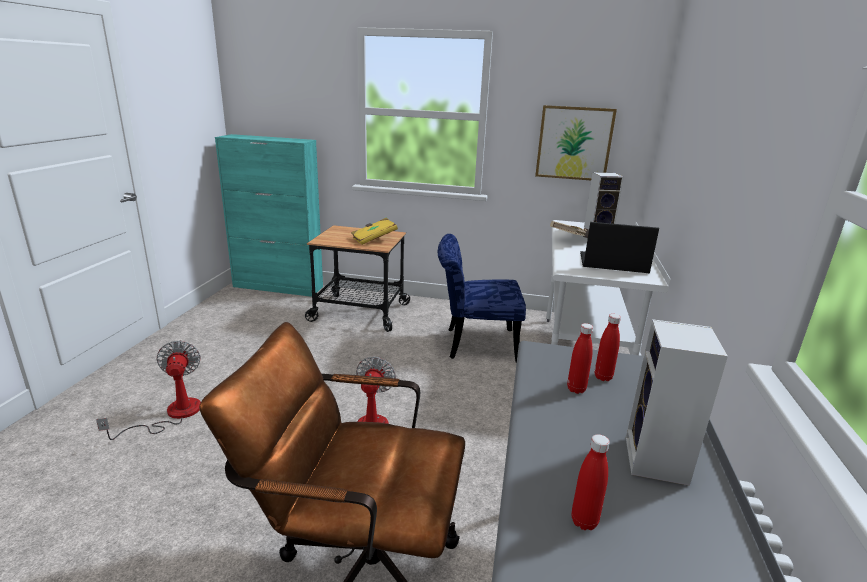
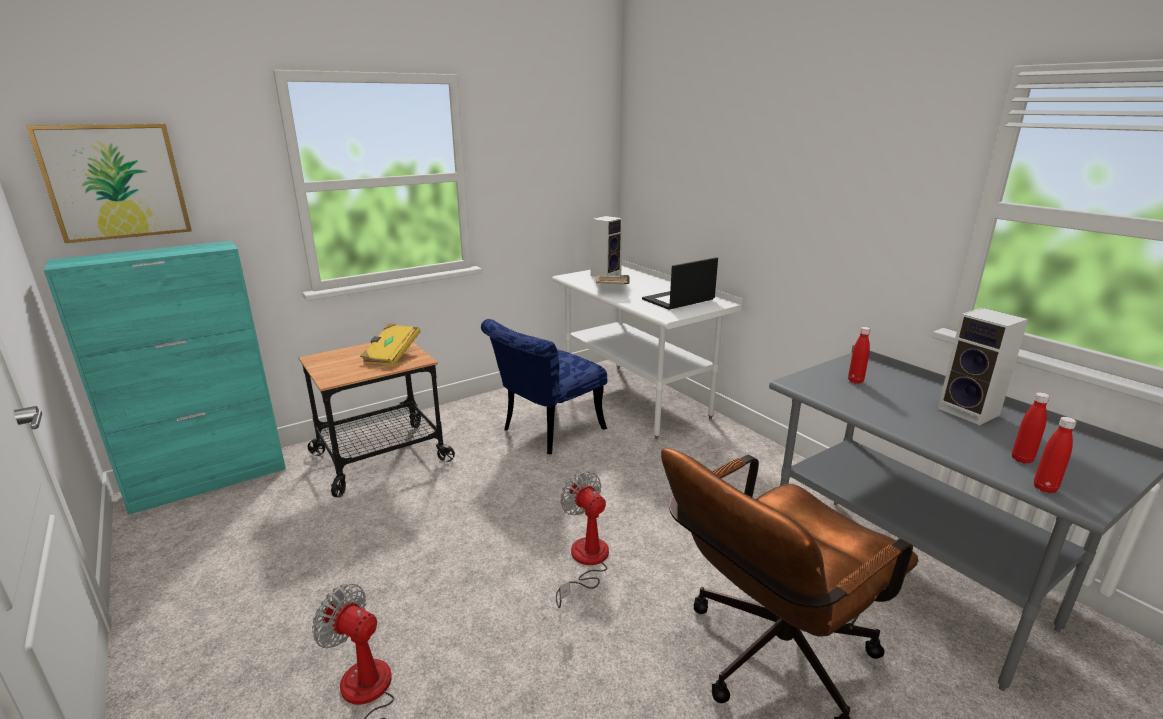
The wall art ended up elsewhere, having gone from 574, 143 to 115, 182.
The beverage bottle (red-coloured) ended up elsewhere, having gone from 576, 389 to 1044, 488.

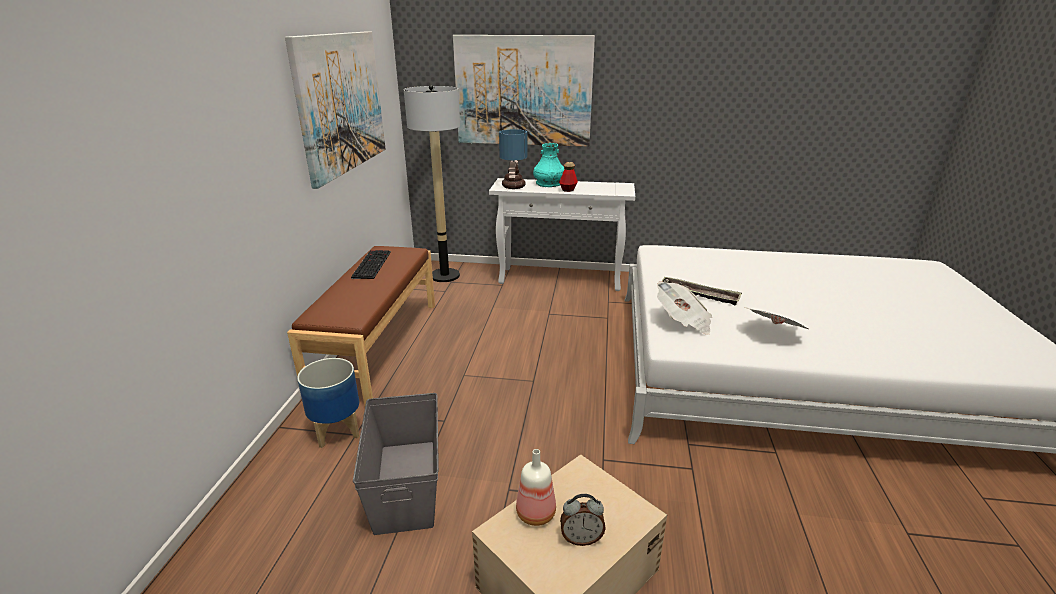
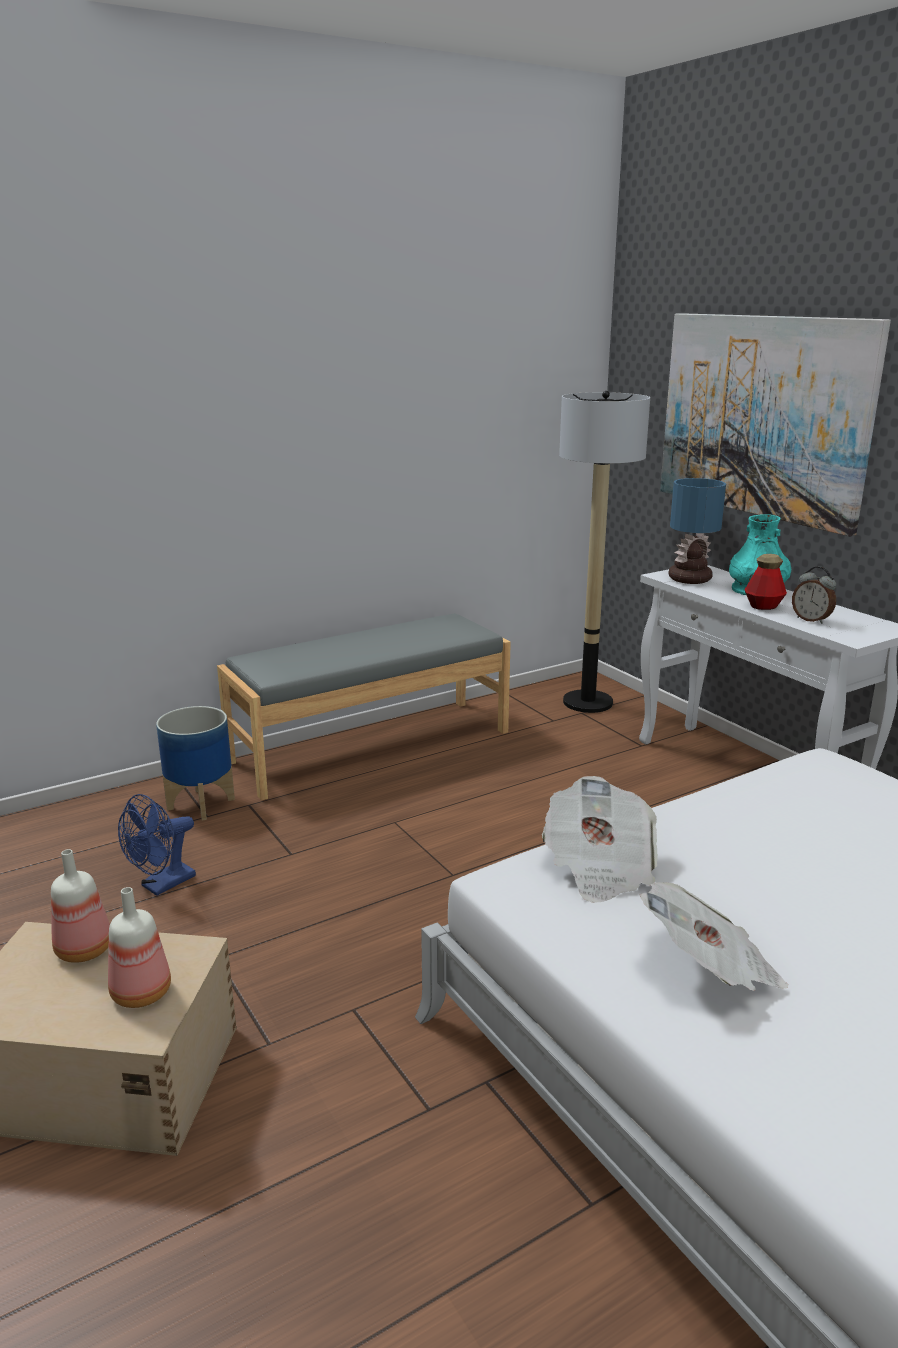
The second view lost the wall art at 341, 103.
What was the bench (brownish) at 377, 347 turned into the bench (greyish) at 370, 745.
The second view lost the PC keyboard at 371, 264.
The second view lost the serving tray at 699, 294.
Where the storage box (greyish) stood at 406, 483, the electric fan (bluish) came to stand at 162, 885.
The bedside clock ended up elsewhere, having gone from 581, 538 to 811, 620.
The second view gained the beverage bottle at 142, 994.

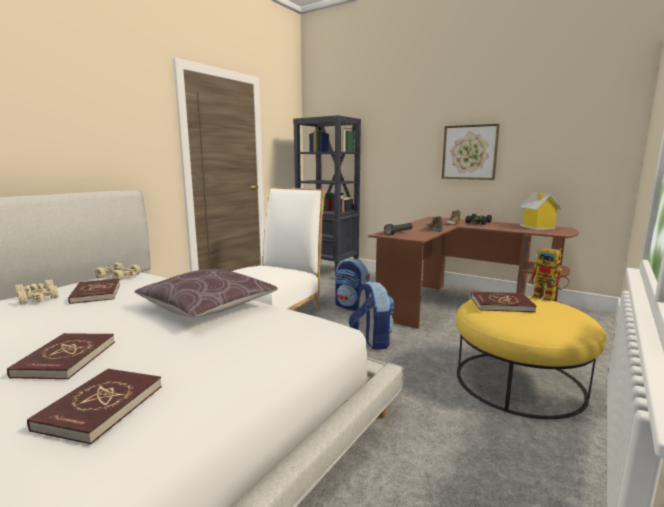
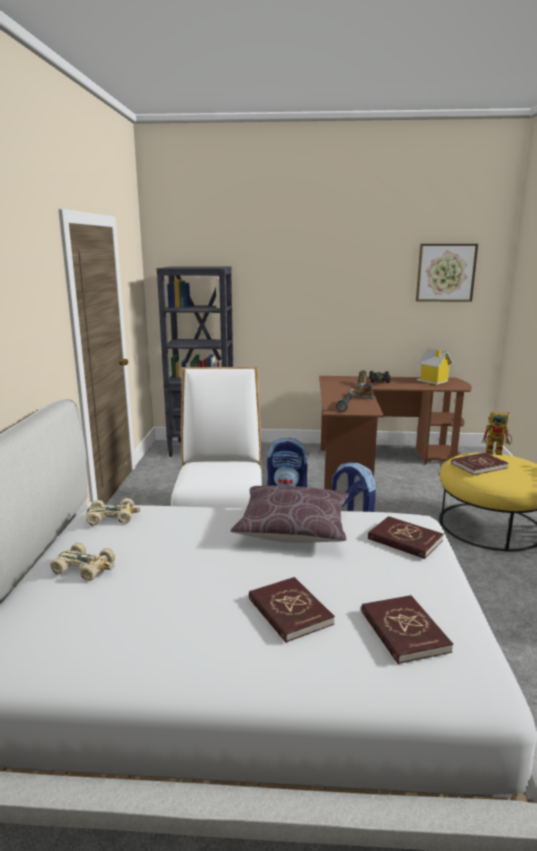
The wall art ended up elsewhere, having gone from 469, 152 to 445, 272.
The volume (red-coloured) ended up elsewhere, having gone from 96, 293 to 405, 540.

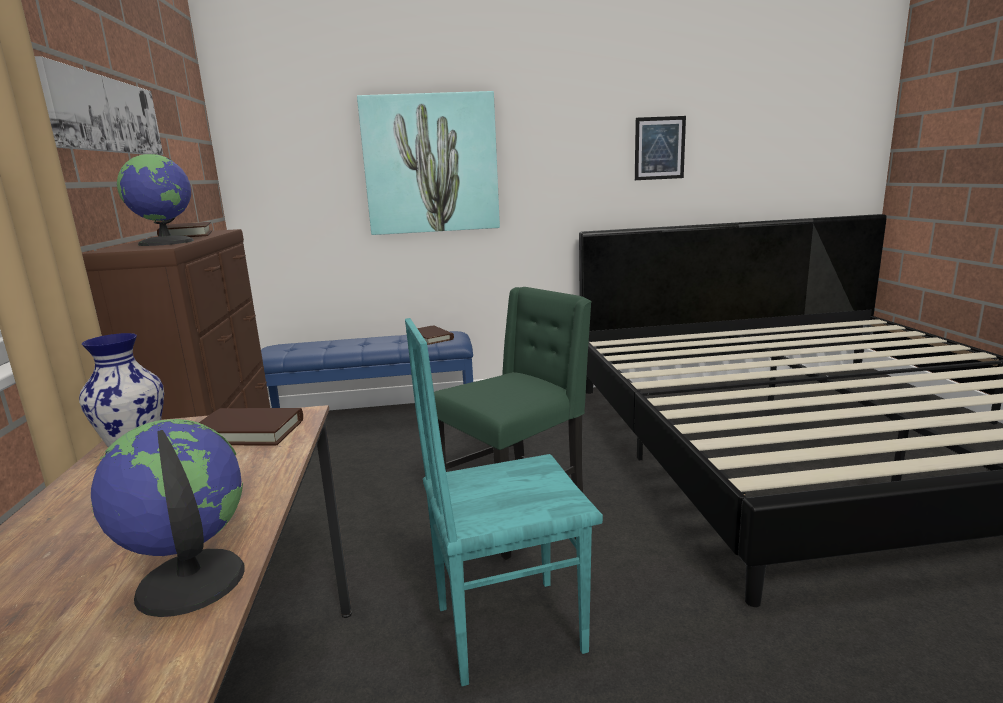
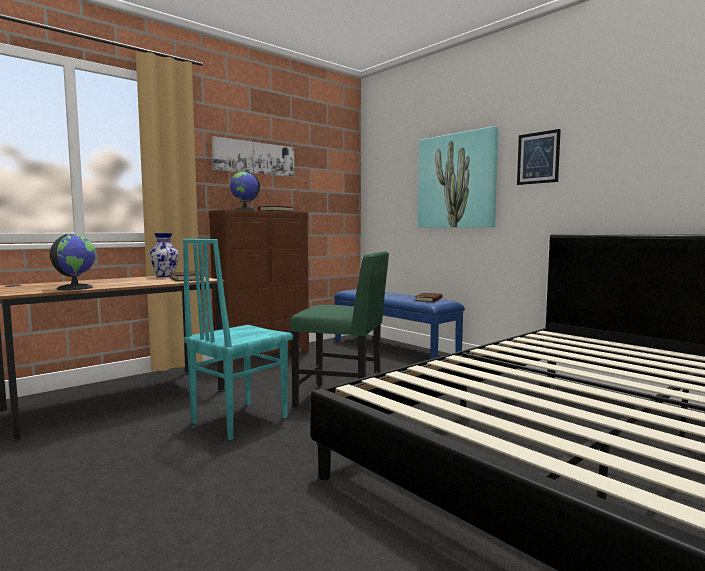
The wall art ended up elsewhere, having gone from 659, 148 to 538, 158.
The chair (turquoise) at 507, 627 ended up facing another way, 90 degrees counterclockwise from before.

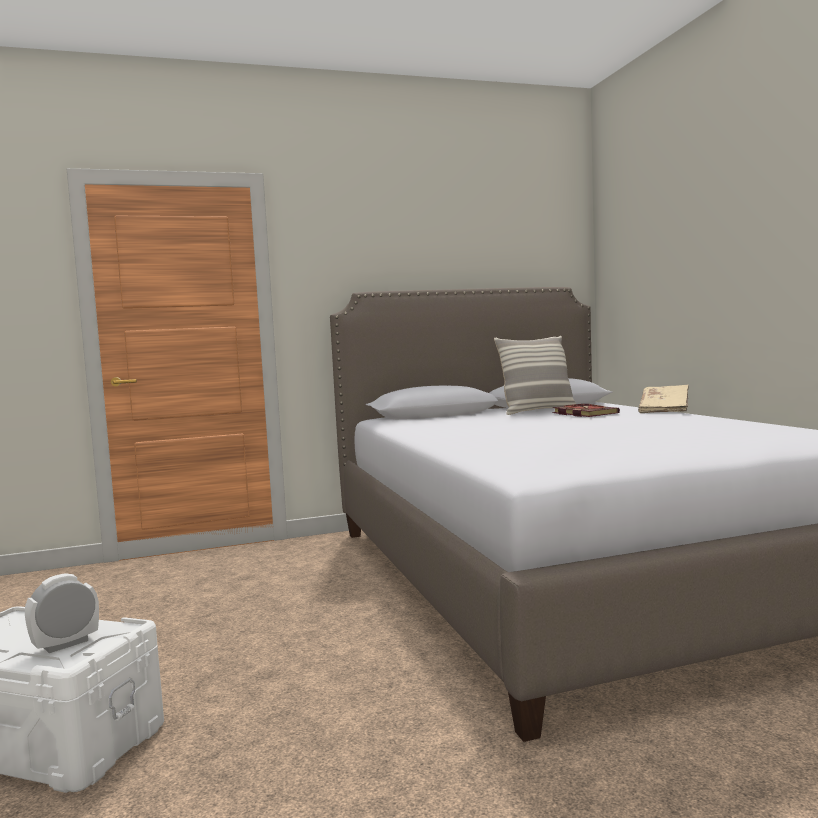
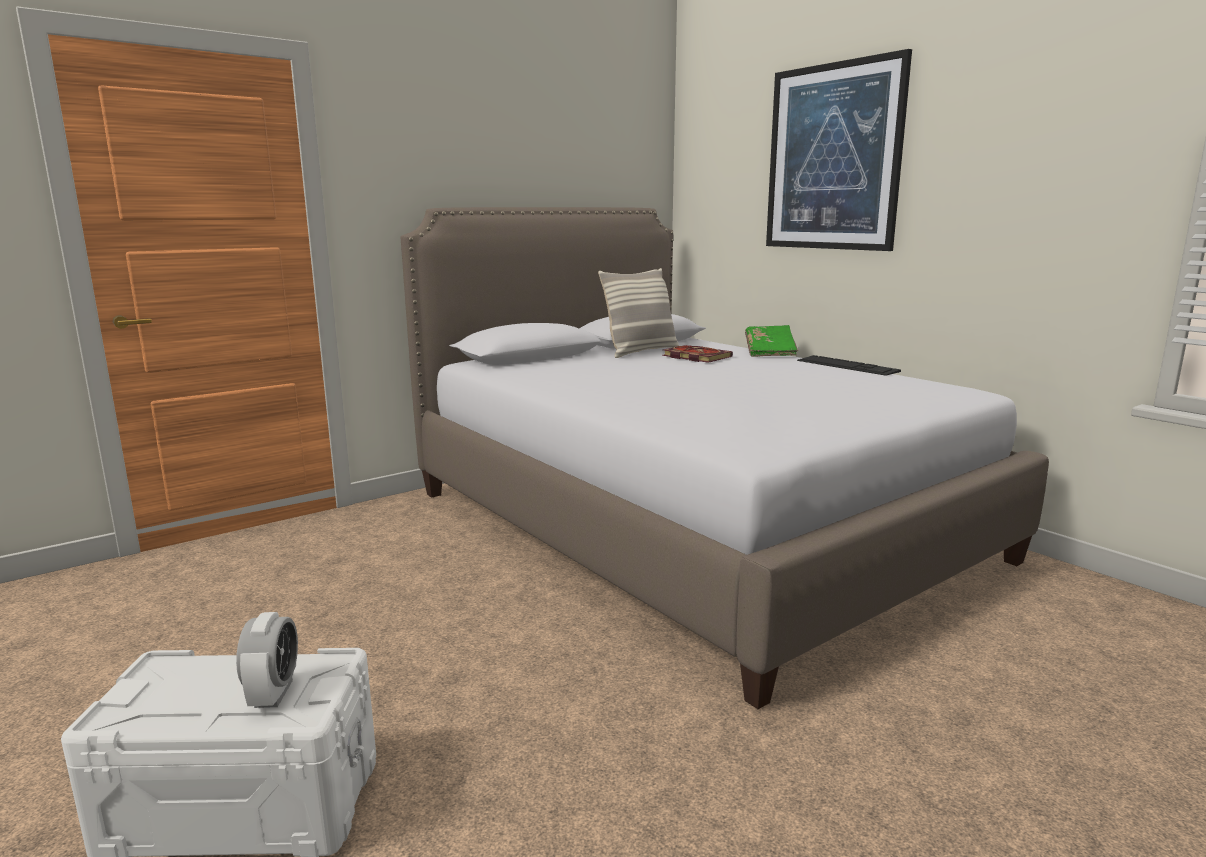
What was the volume (sand-coloured) at 664, 410 turned into the volume (greenish) at 770, 352.
The bedside clock at 66, 644 ended up facing another way, 150 degrees clockwise from before.
The second view gained the wall art at 833, 158.
The second view gained the PC keyboard at 847, 366.

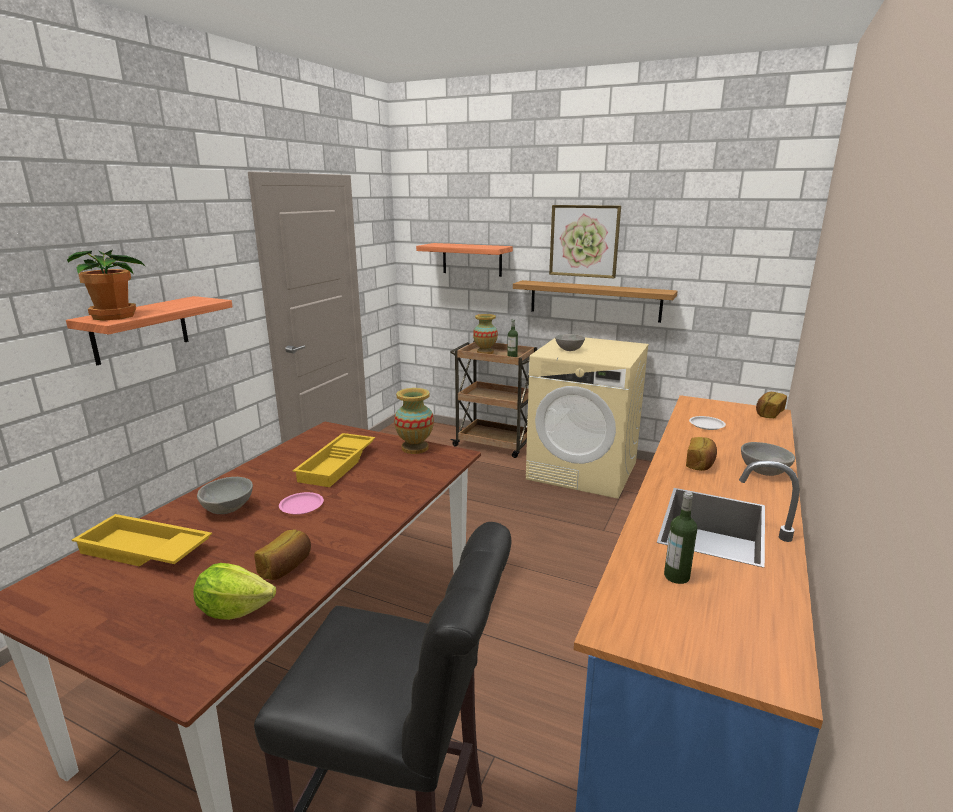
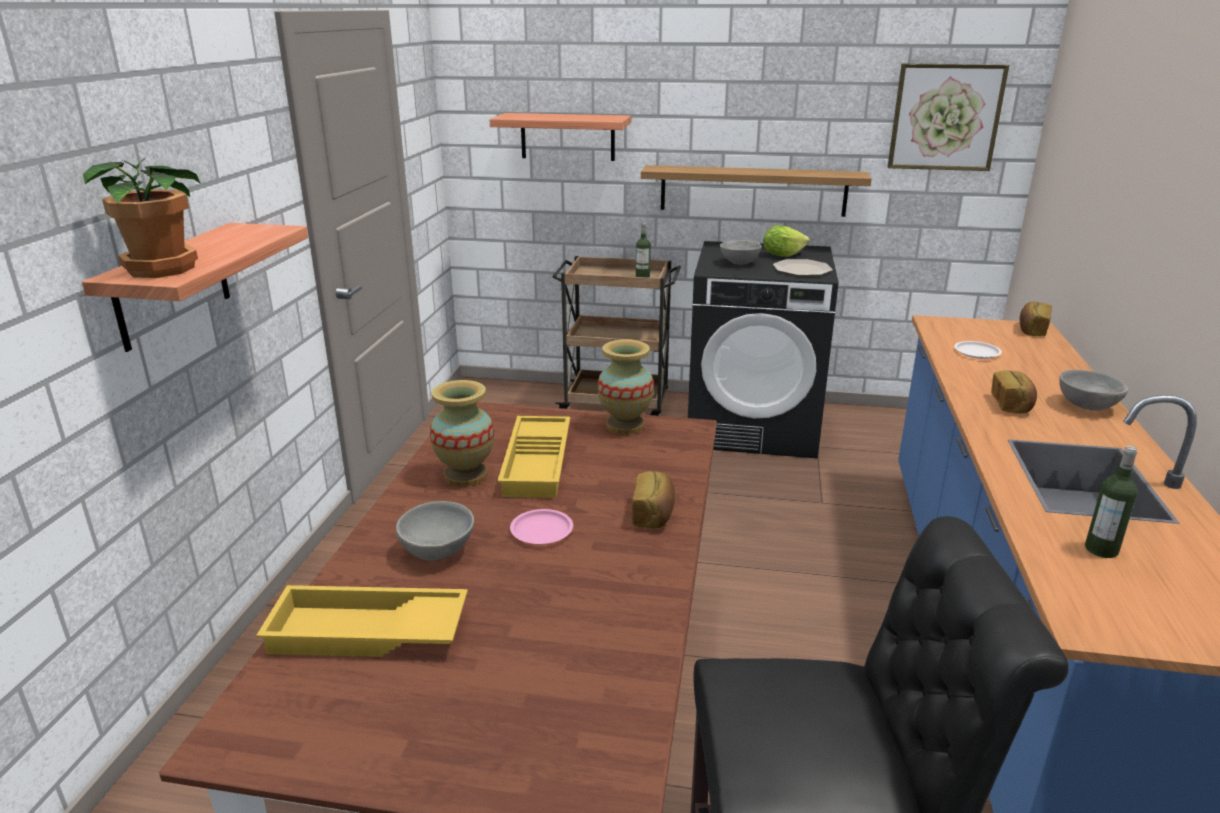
The wall art ended up elsewhere, having gone from 584, 241 to 945, 117.
The decorative vase ended up elsewhere, having gone from 485, 352 to 465, 475.
What was the laundry appliance (sand-coloured) at 583, 470 turned into the laundry appliance (blackish) at 753, 426.
The bakery bread ended up elsewhere, having gone from 286, 567 to 653, 514.
The head of lettuce ended up elsewhere, having gone from 234, 609 to 782, 255.
The second view gained the plate at 802, 269.

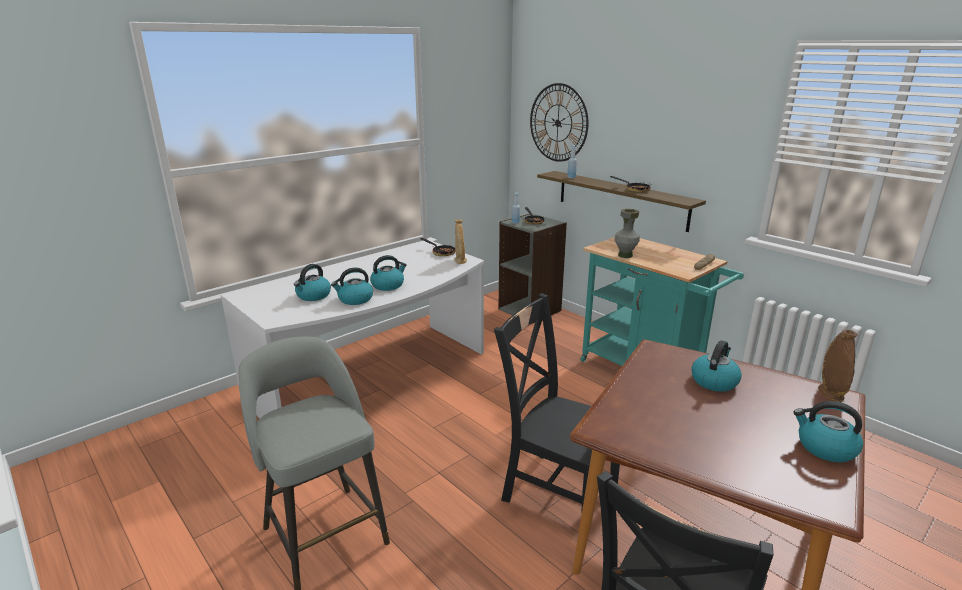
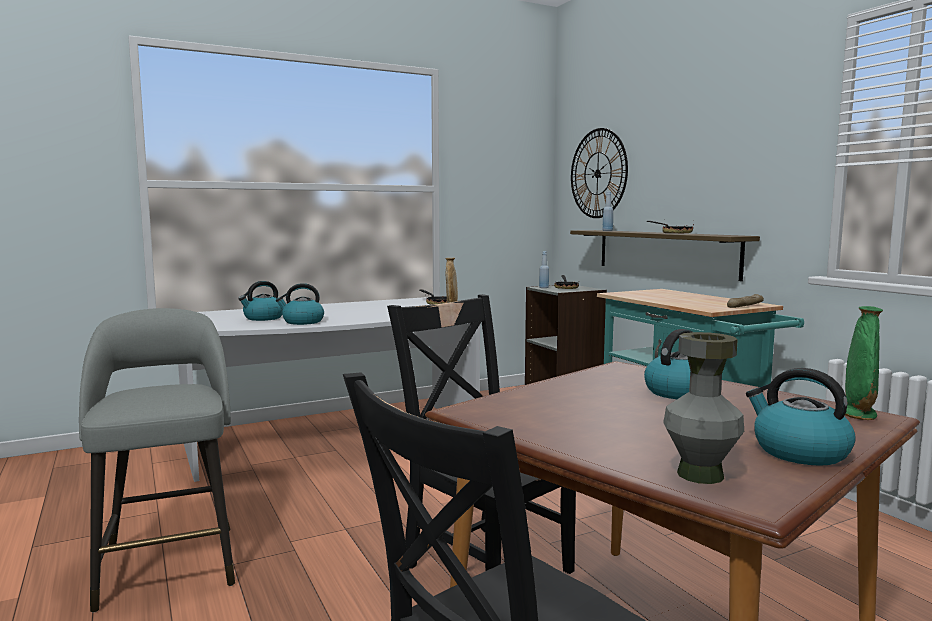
The decorative vase (greyish) ended up elsewhere, having gone from 625, 255 to 700, 475.
The second view lost the tea kettle at 388, 285.
What was the decorative vase (brownish) at 830, 394 turned into the decorative vase (greenish) at 857, 413.

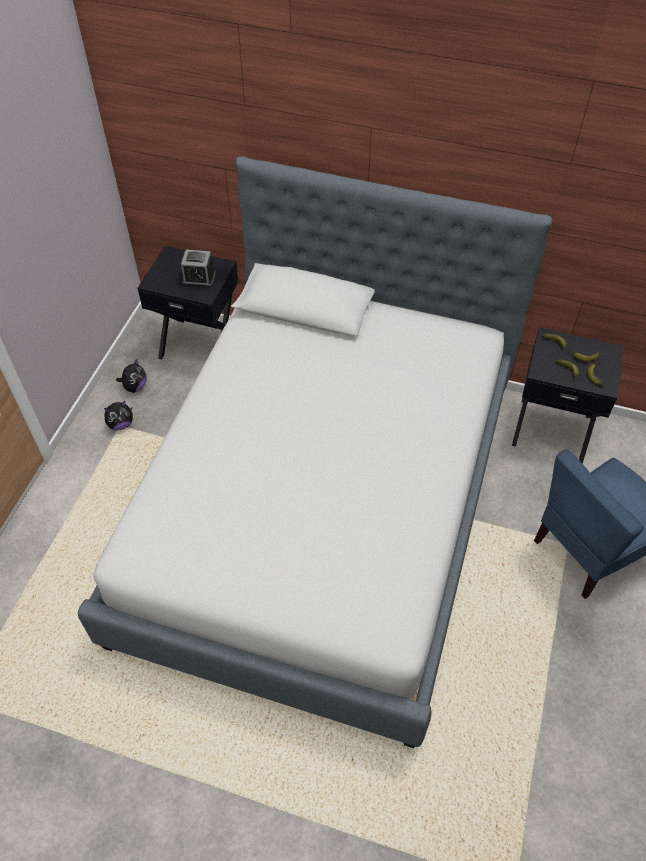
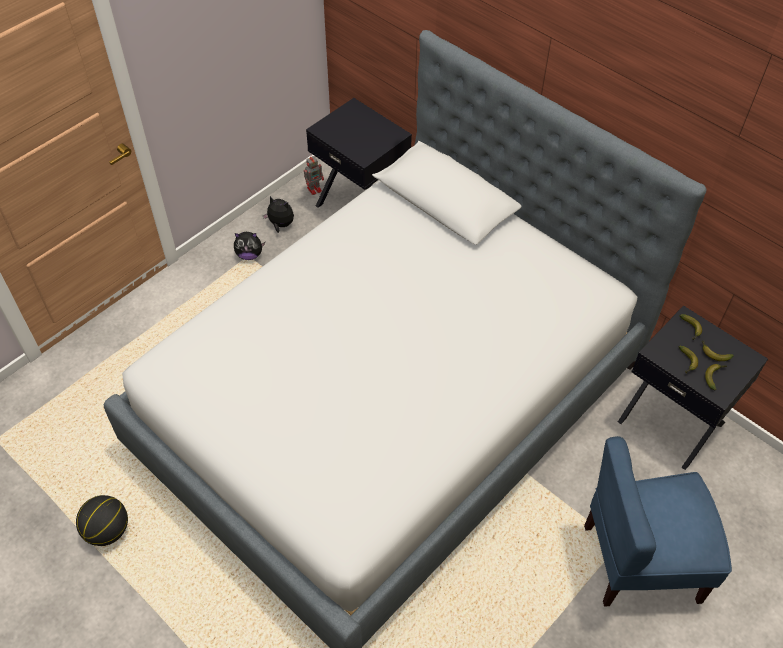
The second view lost the bedside clock at 199, 278.
The cuddly toy at 135, 387 ended up facing another way, 120 degrees counterclockwise from before.
The second view gained the robot figure at 315, 189.
The second view gained the basketball ball at 107, 531.

